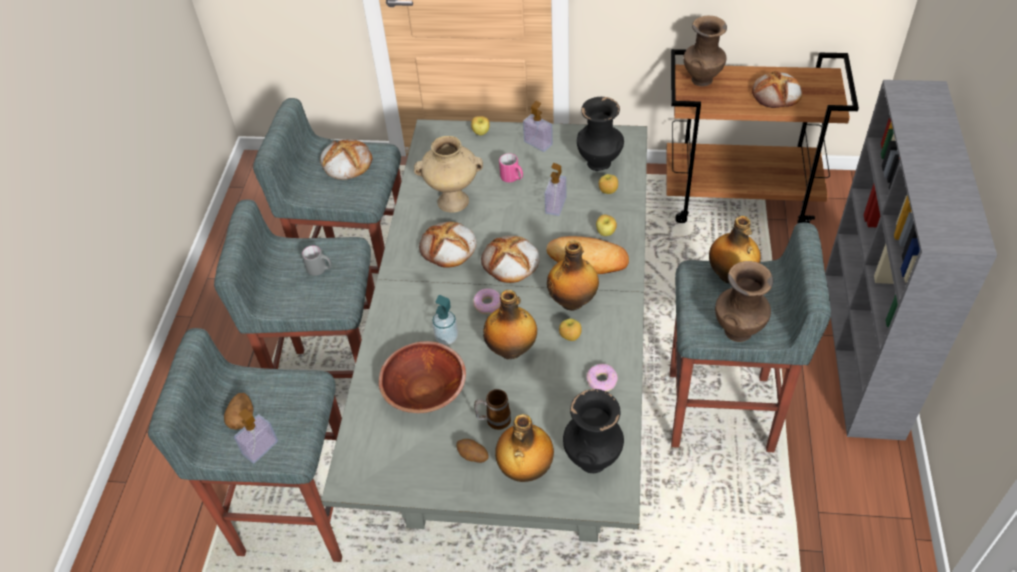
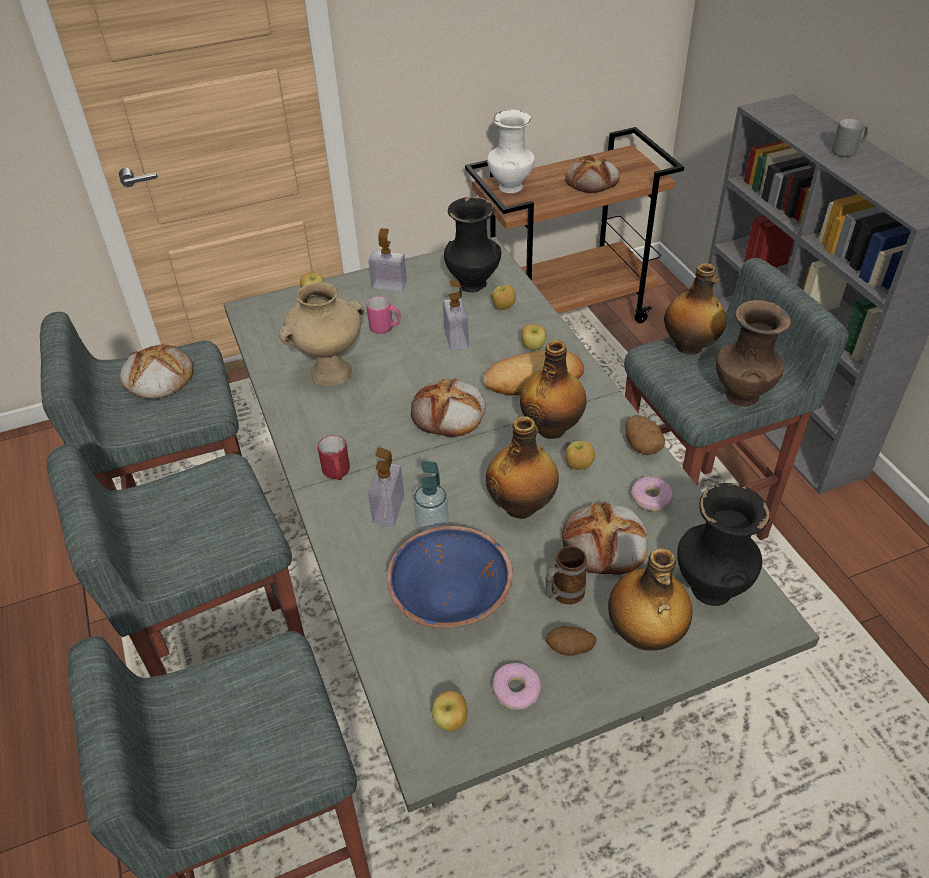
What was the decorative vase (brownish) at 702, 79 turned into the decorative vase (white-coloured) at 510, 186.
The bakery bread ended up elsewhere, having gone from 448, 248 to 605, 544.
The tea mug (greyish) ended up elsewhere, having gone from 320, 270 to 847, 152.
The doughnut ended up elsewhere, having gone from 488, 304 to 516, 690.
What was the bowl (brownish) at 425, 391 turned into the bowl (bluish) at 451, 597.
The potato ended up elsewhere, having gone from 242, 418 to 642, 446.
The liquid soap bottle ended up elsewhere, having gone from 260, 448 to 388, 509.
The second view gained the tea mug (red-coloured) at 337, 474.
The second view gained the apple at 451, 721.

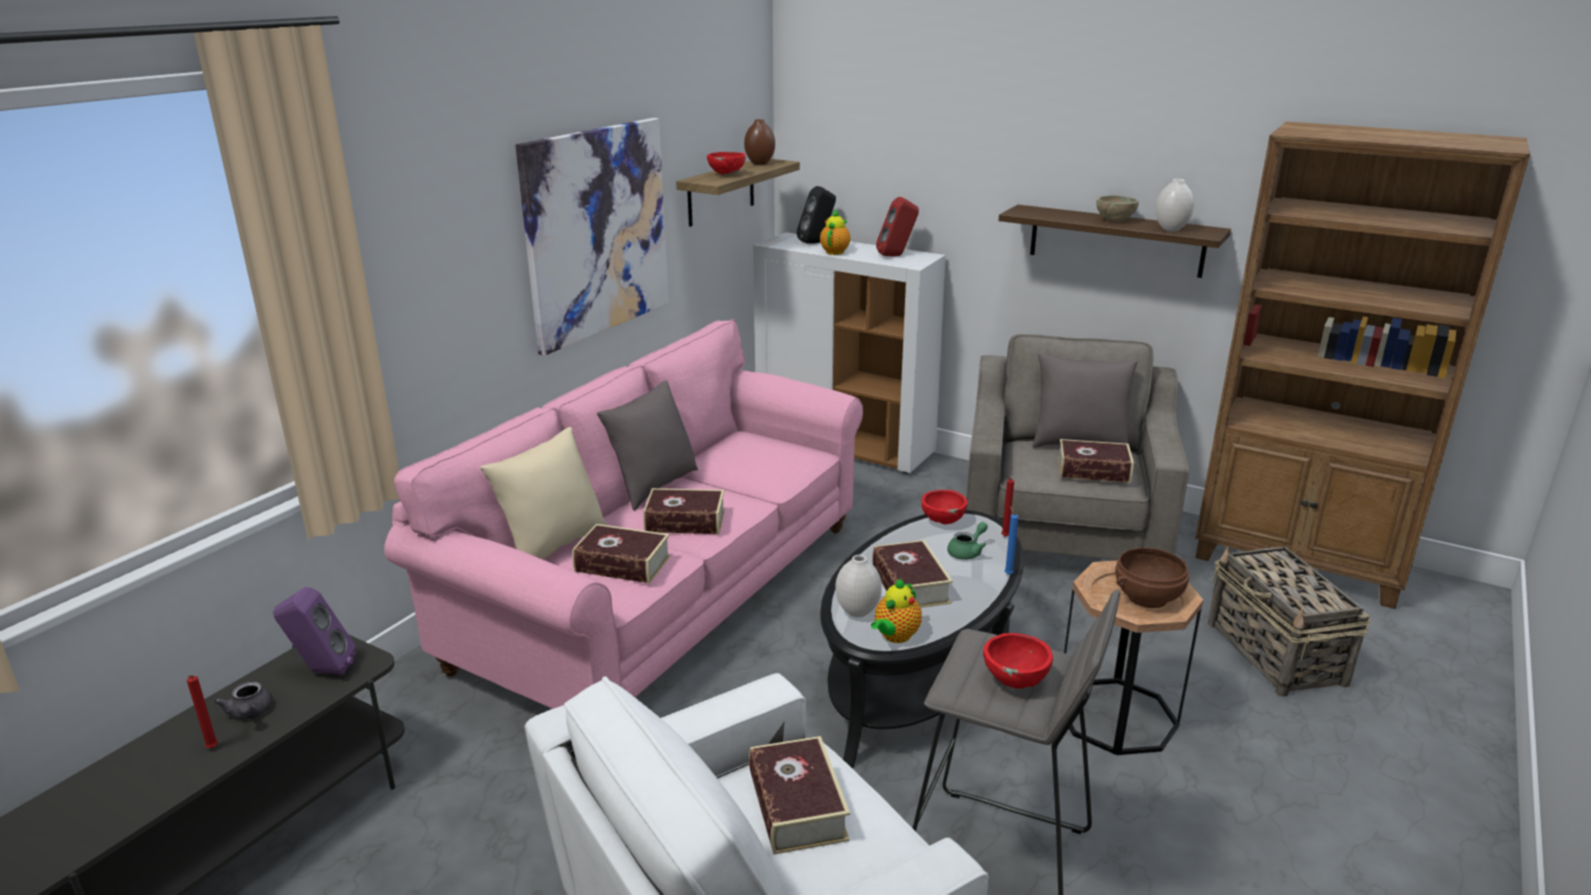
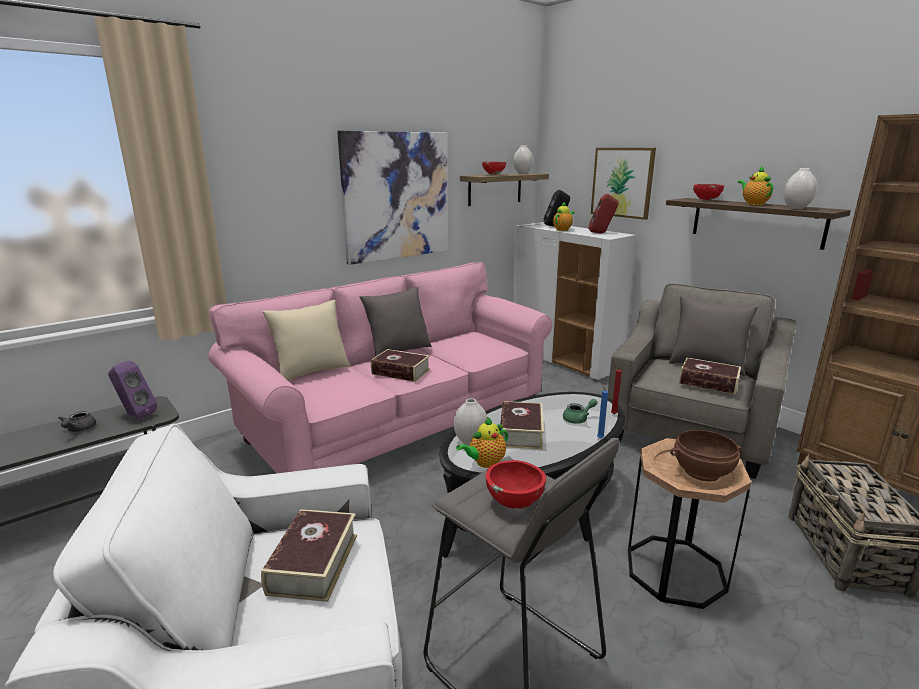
What was the decorative vase (brownish) at 759, 163 turned into the decorative vase (white-coloured) at 522, 173.
Where the bowl (sand-coloured) stood at 1115, 221, the pot for tea came to stand at 753, 204.
The bowl (red-coloured) ended up elsewhere, having gone from 942, 521 to 706, 200.
The second view lost the volume at 622, 564.
The second view lost the candle (red-coloured) at 212, 749.
The second view gained the wall art at 622, 182.

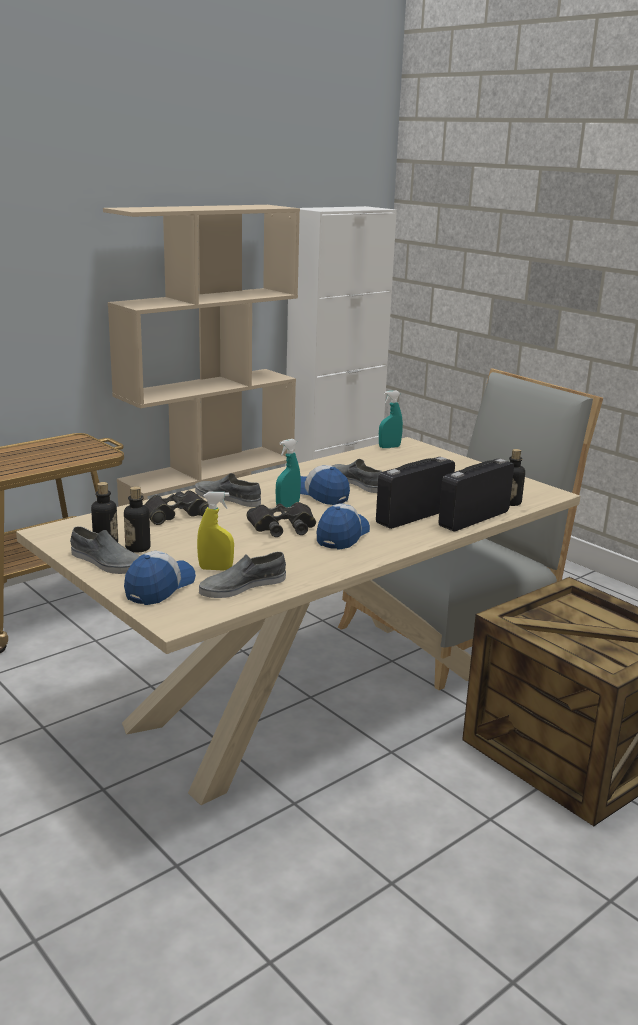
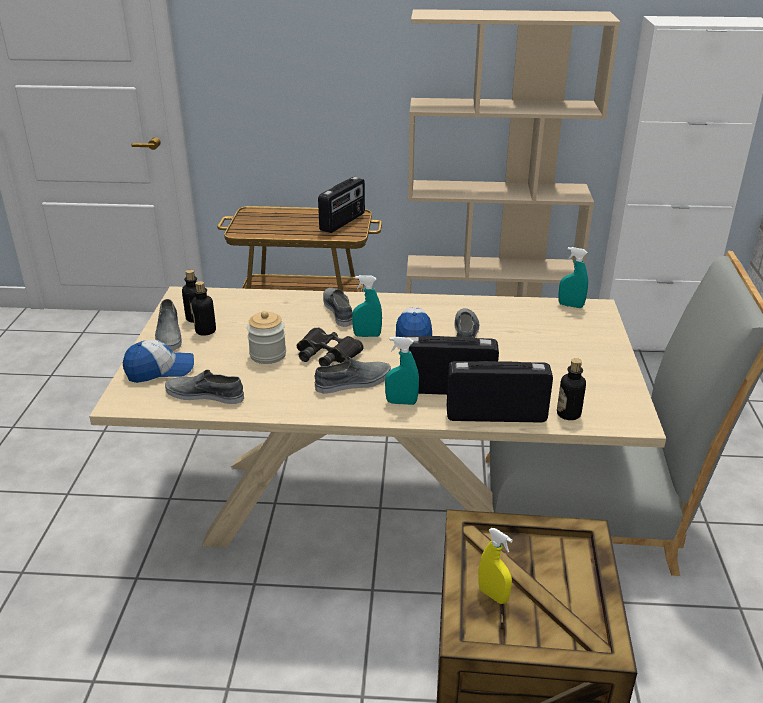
The second view lost the pair of binoculars (blackish) at 176, 514.
The spray bottle (yellow-coloured) ended up elsewhere, having gone from 215, 569 to 493, 595.
Where the baseball cap stood at 342, 536, the item of footwear (greyish) came to stand at 353, 382.
The second view gained the radio set at 343, 222.
The second view gained the jar at 268, 355.
The second view gained the spray bottle (turquoise) at 401, 402.

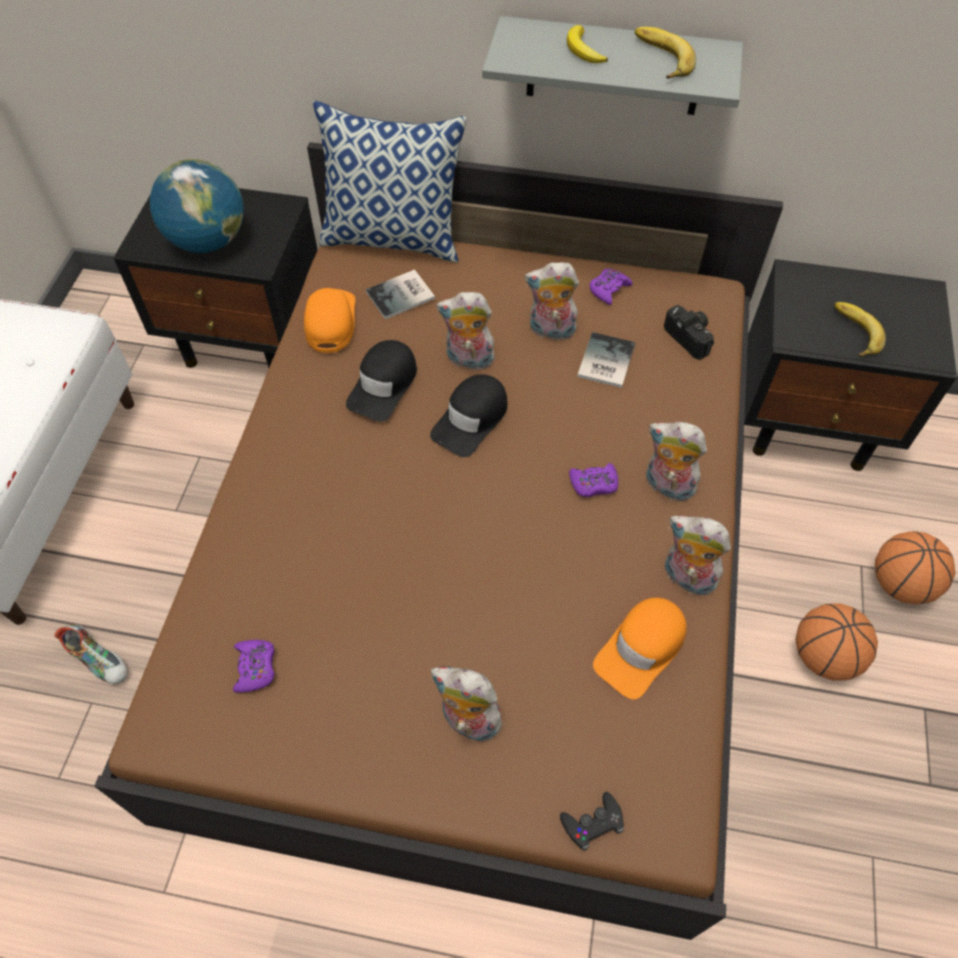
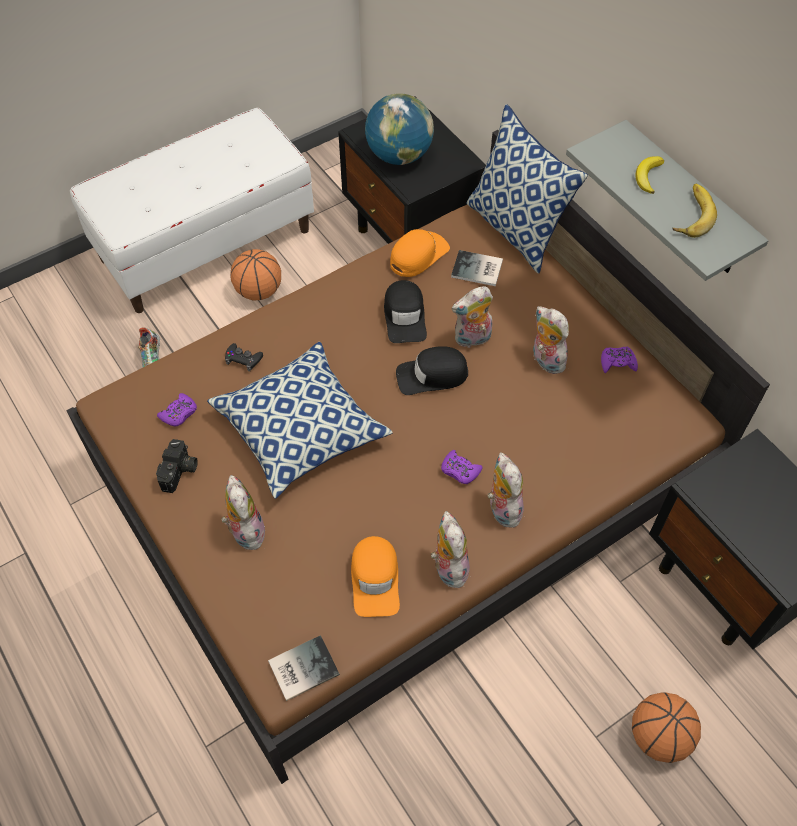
The cuddly toy at 468, 360 ended up facing another way, 75 degrees counterclockwise from before.
The second view lost the banana at 852, 333.
The photo camera ended up elsewhere, having gone from 691, 337 to 180, 472.
The volume ended up elsewhere, having gone from 604, 361 to 301, 667.
The baseball cap (blackish) at 384, 385 ended up facing another way, 75 degrees counterclockwise from before.
The baseball cap (orange) at 641, 649 ended up facing another way, 90 degrees counterclockwise from before.
The basketball ball ended up elsewhere, having gone from 823, 656 to 258, 291.
The game controller (blackish) ended up elsewhere, having gone from 592, 823 to 243, 359.
The second view gained the throw pillow at 301, 430.

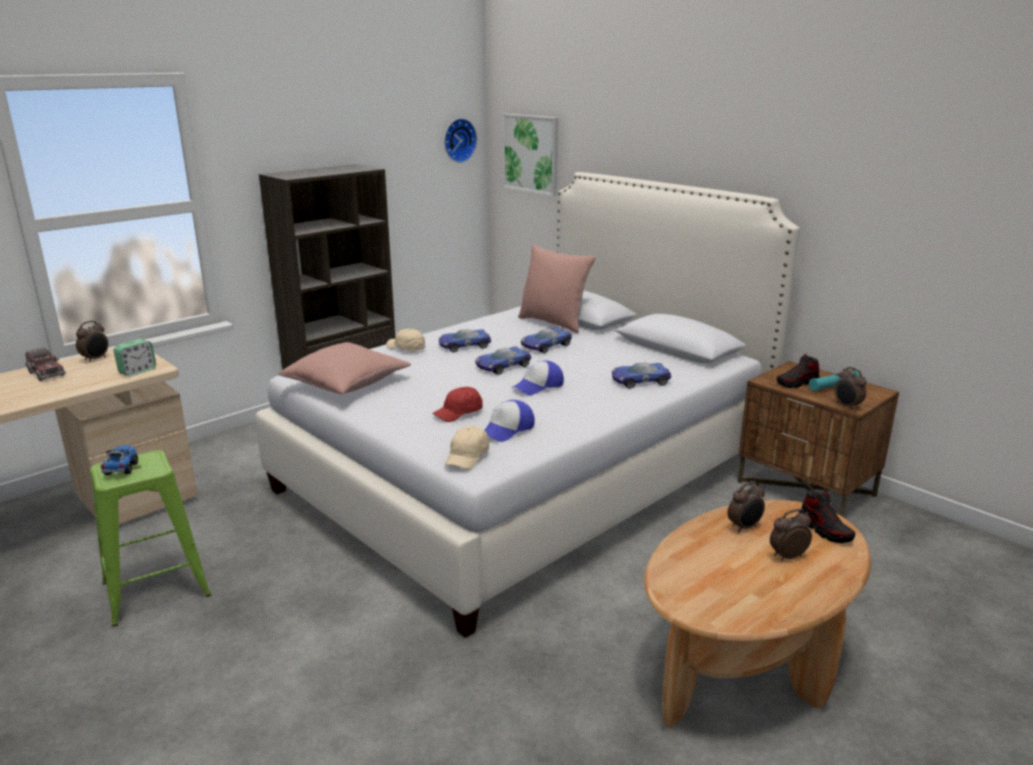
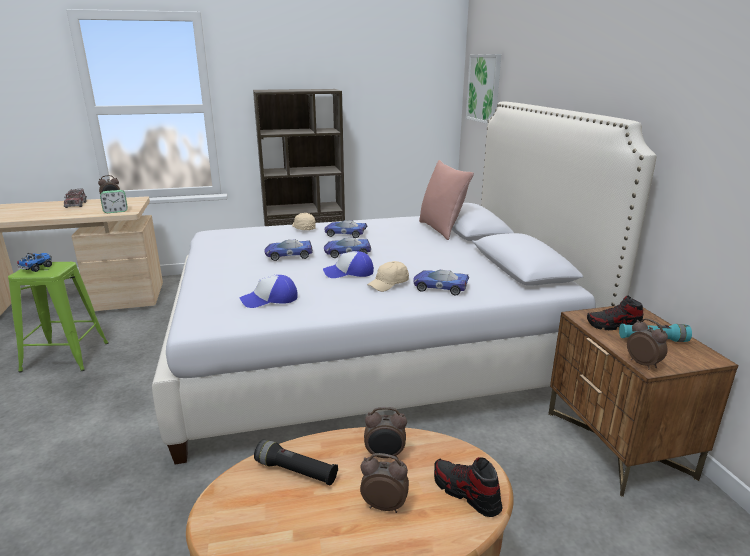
The second view lost the wall clock at 458, 140.
The model car ended up elsewhere, having gone from 545, 345 to 288, 254.
The second view lost the throw pillow (pinkish) at 346, 383.
The bedside clock at 847, 406 ended up facing another way, 150 degrees clockwise from before.
The second view lost the baseball cap (red-coloured) at 459, 413.
The baseball cap (sand-coloured) ended up elsewhere, having gone from 467, 457 to 389, 284.
The item of footwear at 824, 530 ended up facing another way, 135 degrees clockwise from before.
The second view gained the hand torch (blackish) at 296, 471.

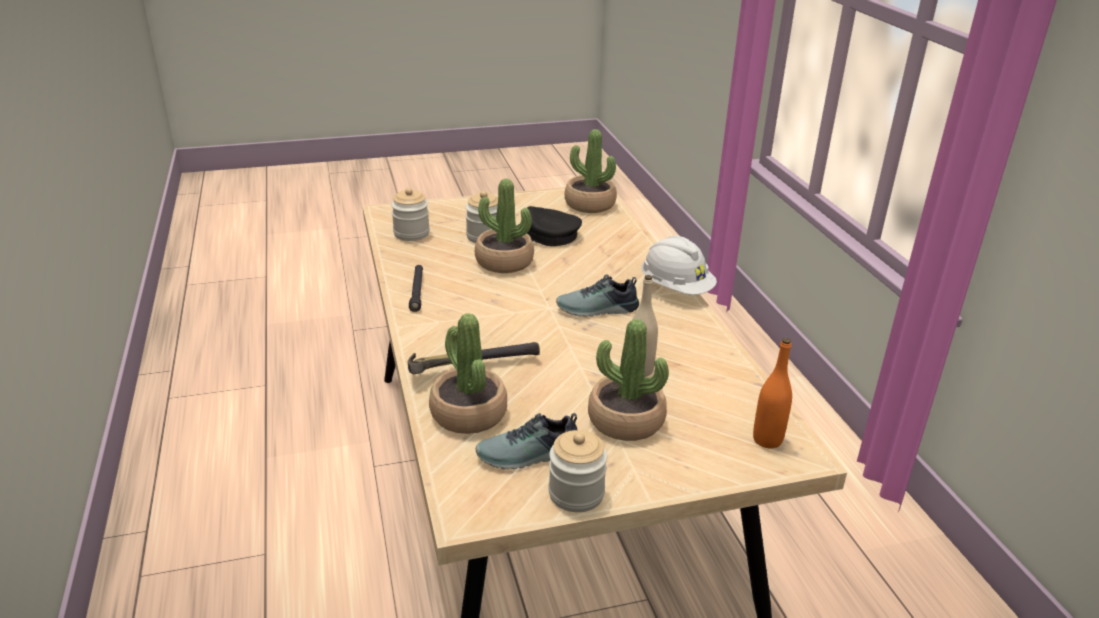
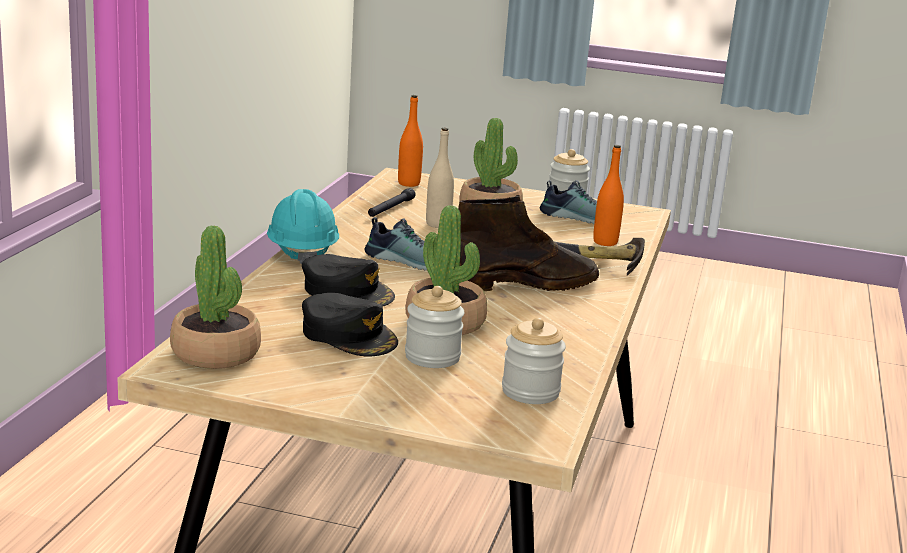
What was the work helmet (white-coloured) at 676, 288 turned into the work helmet (turquoise) at 302, 252.
The hand torch (blackish) ended up elsewhere, having gone from 417, 291 to 391, 208.
Where the potted plant stood at 468, 413, the beverage bottle (orange) came to stand at 605, 242.
The second view gained the boot (brownish) at 525, 283.
The second view gained the baseball cap (blackish) at 347, 291.

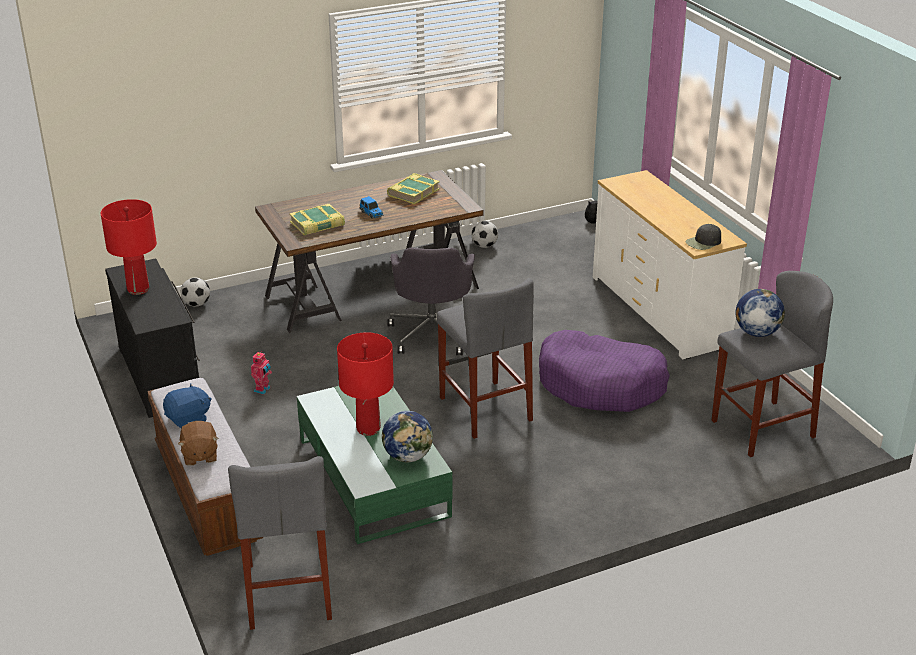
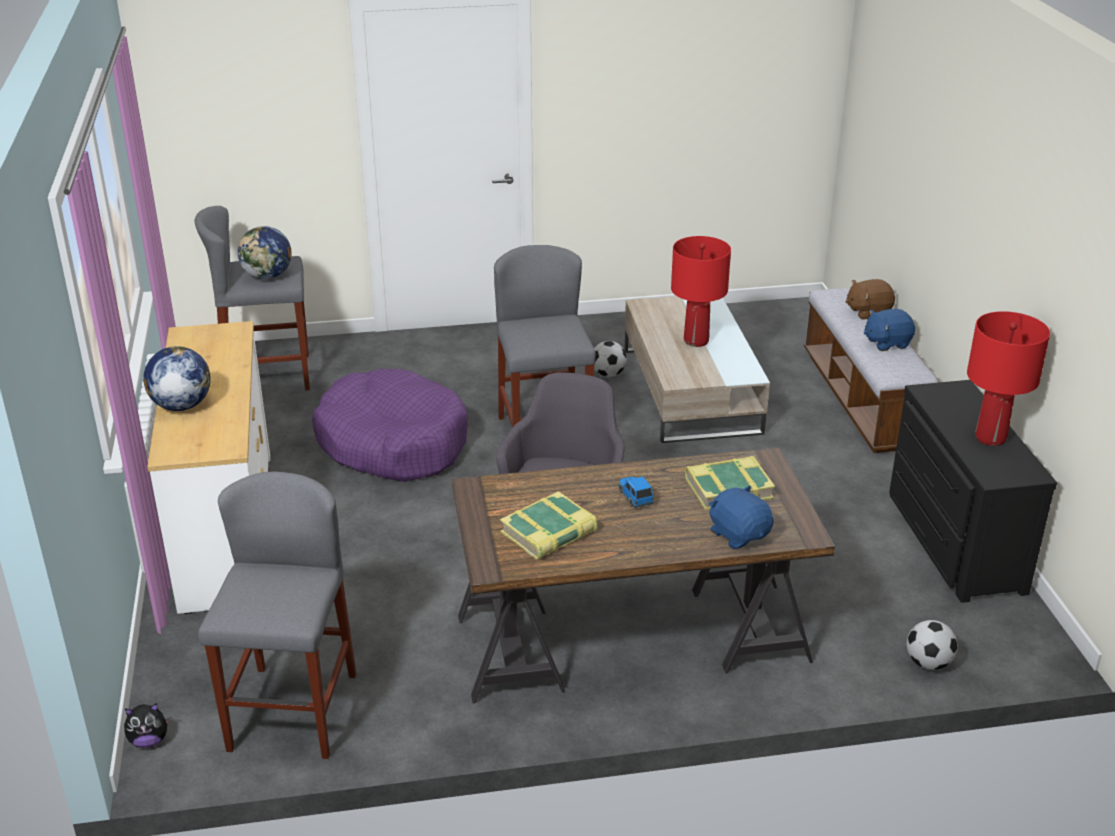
The football ball ended up elsewhere, having gone from 484, 246 to 608, 374.
The second view lost the baseball cap (blackish) at 703, 242.
The second view lost the robot figure at 263, 390.
What was the low table (greenish) at 373, 477 turned into the low table (sand-coloured) at 690, 390.
The world globe ended up elsewhere, having gone from 408, 456 to 181, 406.
The cuddly toy (brownish) at 199, 455 ended up facing another way, 105 degrees counterclockwise from before.
The sitting stool (greyish) ended up elsewhere, having gone from 288, 591 to 292, 712.
The second view gained the cuddly toy (bluish) at 739, 534.

